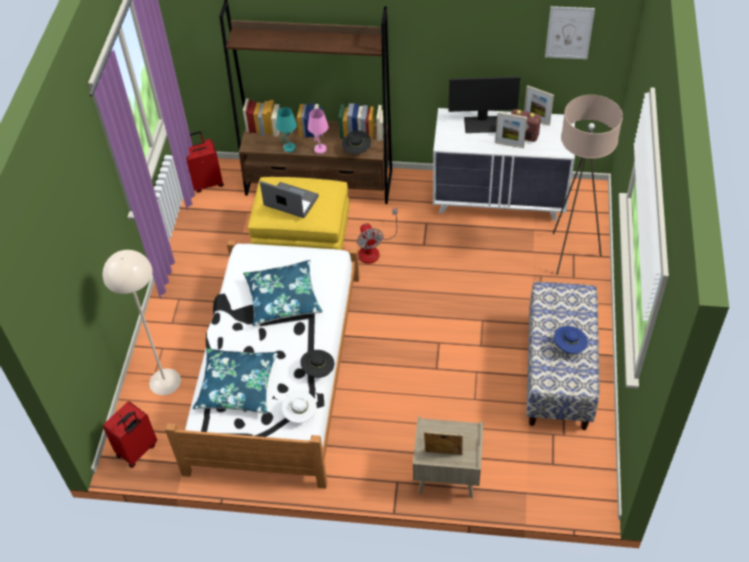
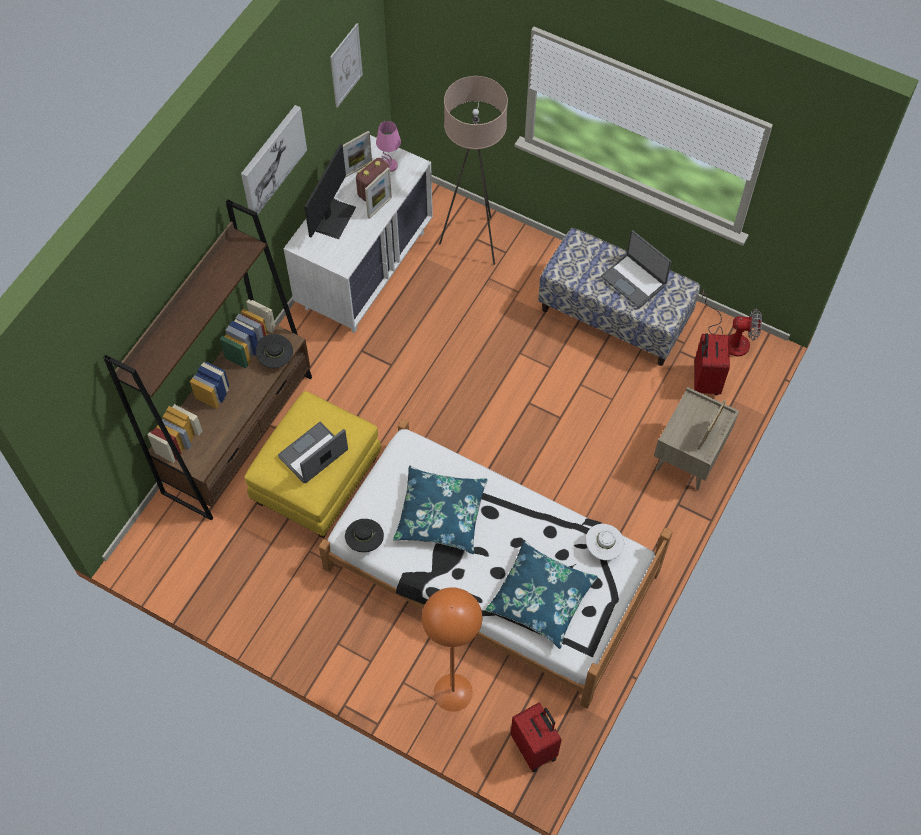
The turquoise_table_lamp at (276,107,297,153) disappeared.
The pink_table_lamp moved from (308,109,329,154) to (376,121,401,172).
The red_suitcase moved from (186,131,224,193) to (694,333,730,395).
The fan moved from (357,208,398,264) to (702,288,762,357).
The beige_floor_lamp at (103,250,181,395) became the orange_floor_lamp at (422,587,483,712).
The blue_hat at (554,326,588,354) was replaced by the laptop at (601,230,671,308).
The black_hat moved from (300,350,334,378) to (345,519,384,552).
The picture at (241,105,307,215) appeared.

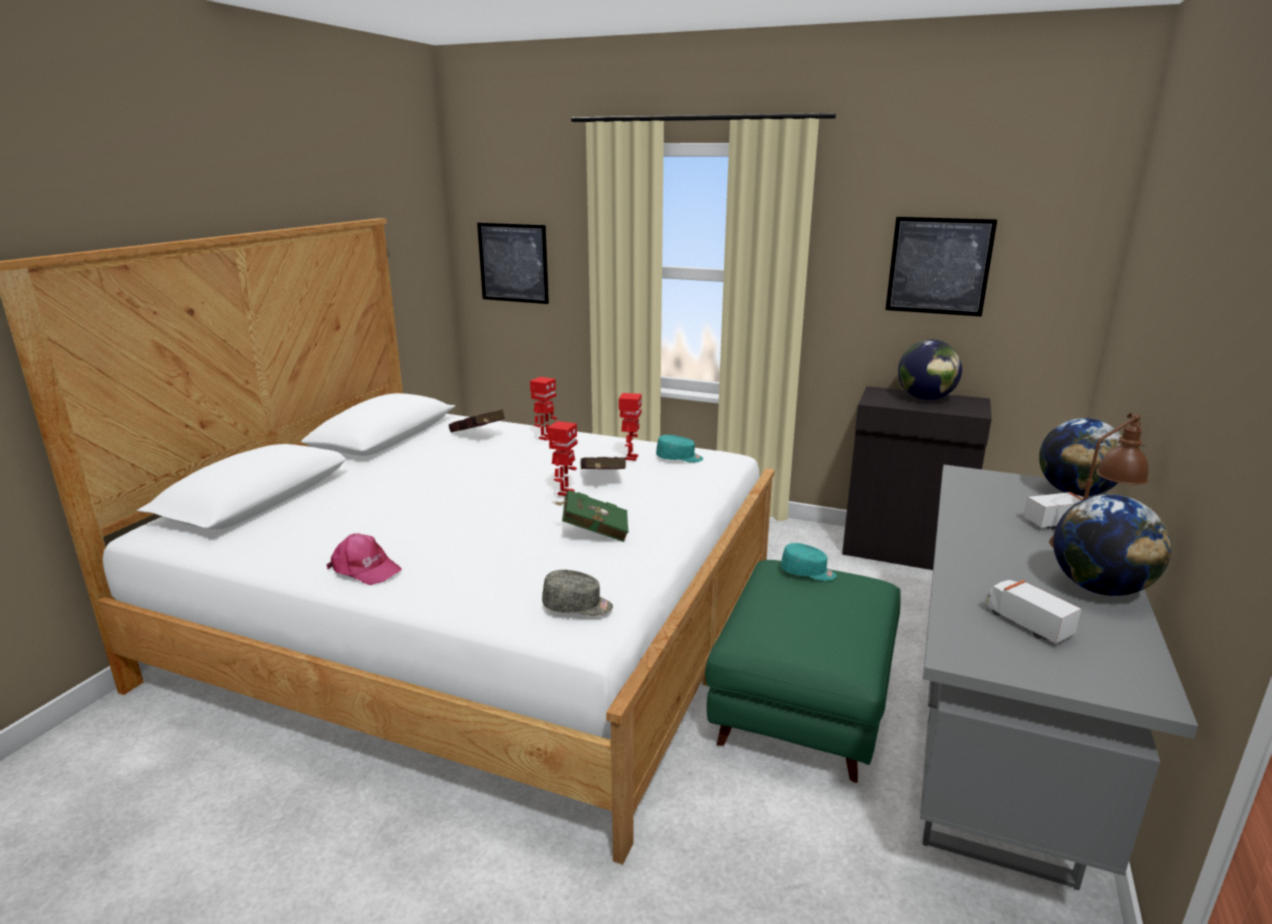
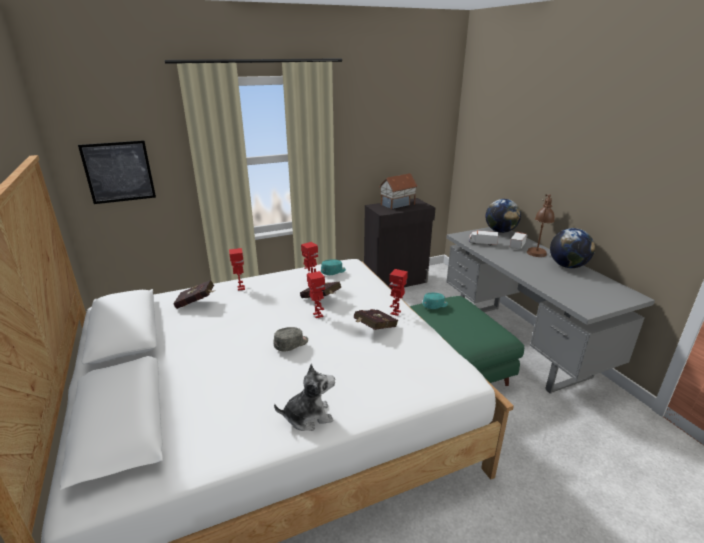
The picture at (886,217,997,316) disappeared.
The globe at (898,340,962,400) was replaced by the toy_house at (379,173,418,209).
The green_book at (553,490,629,542) became the red_book at (354,309,398,330).
The pink_cap at (326,533,402,585) was replaced by the plush_toy at (274,363,335,431).
The grey_cap moved from (542,570,613,616) to (274,327,308,352).
The toy_truck moved from (984,580,1082,644) to (469,230,498,246).
The toy_robot at (389,269,408,316) appeared.

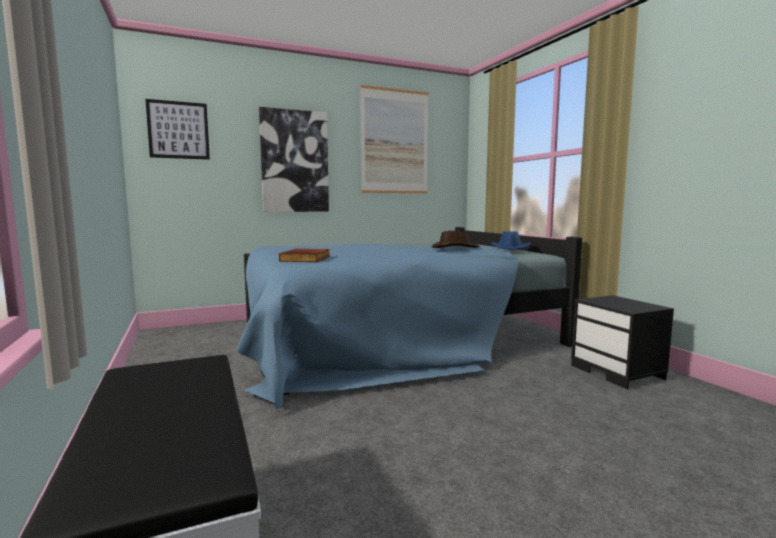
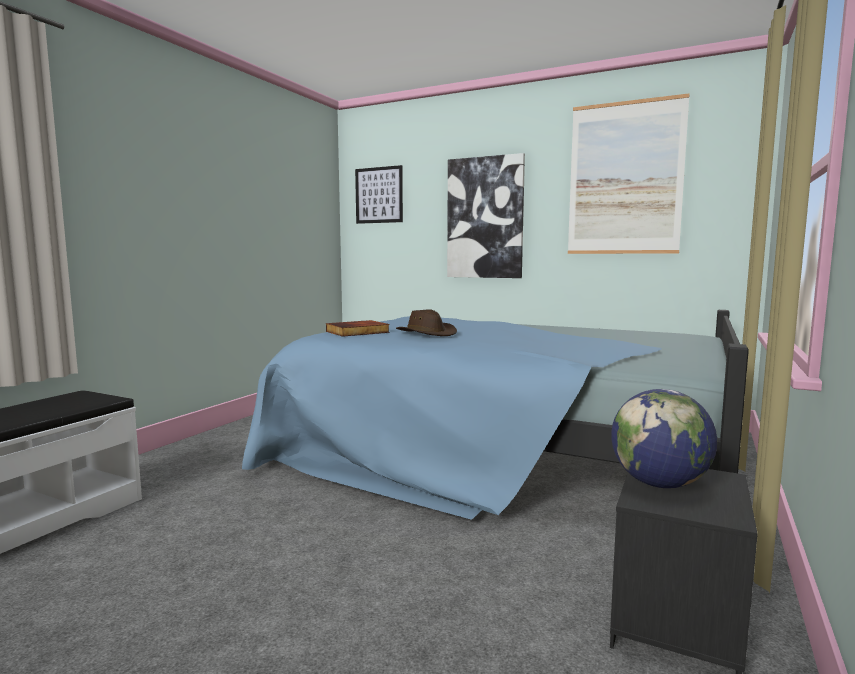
The brown_hat moved from (432,231,480,248) to (396,309,457,336).
The blue_hat at (490,231,530,250) disappeared.
The globe at (612,389,717,488) appeared.

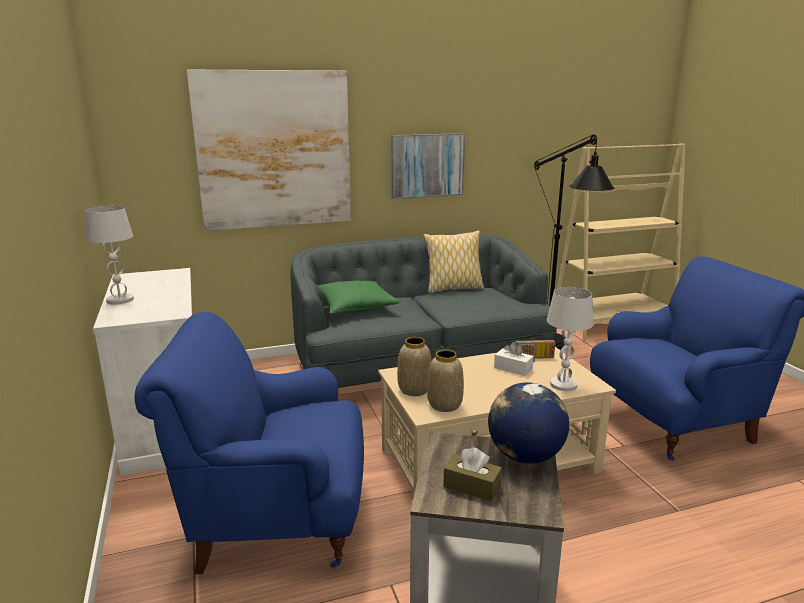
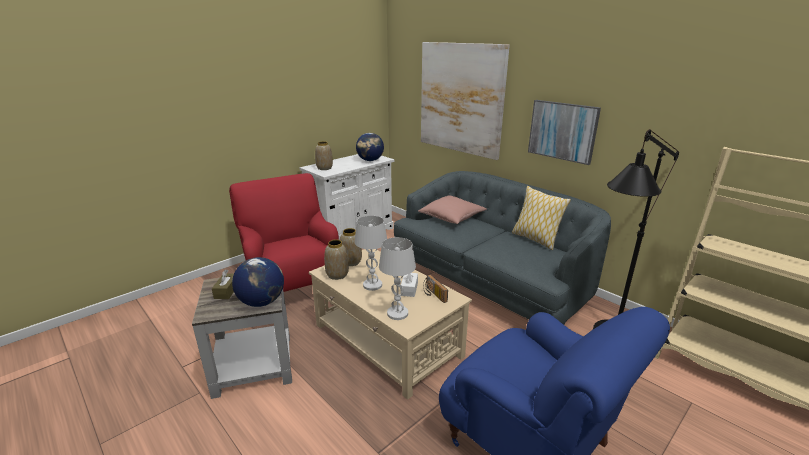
The white_table_lamp moved from (86,205,134,305) to (354,216,387,291).
The green_pillow at (318,281,400,315) became the pink_pillow at (418,195,487,224).
The blue_armchair at (135,312,364,574) became the red_armchair at (229,173,339,292).
The globe at (356,133,384,161) appeared.
The vase at (315,141,333,170) appeared.

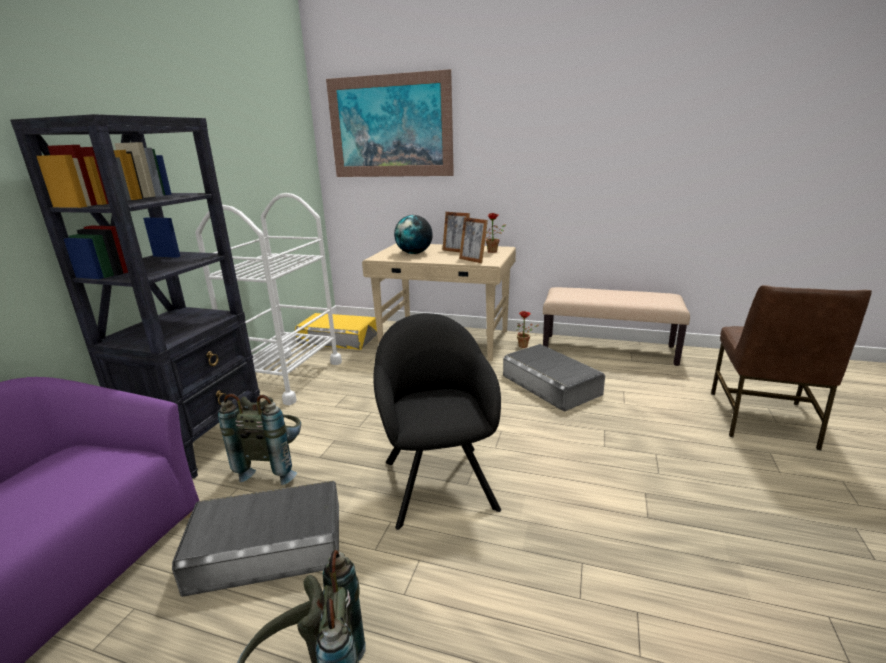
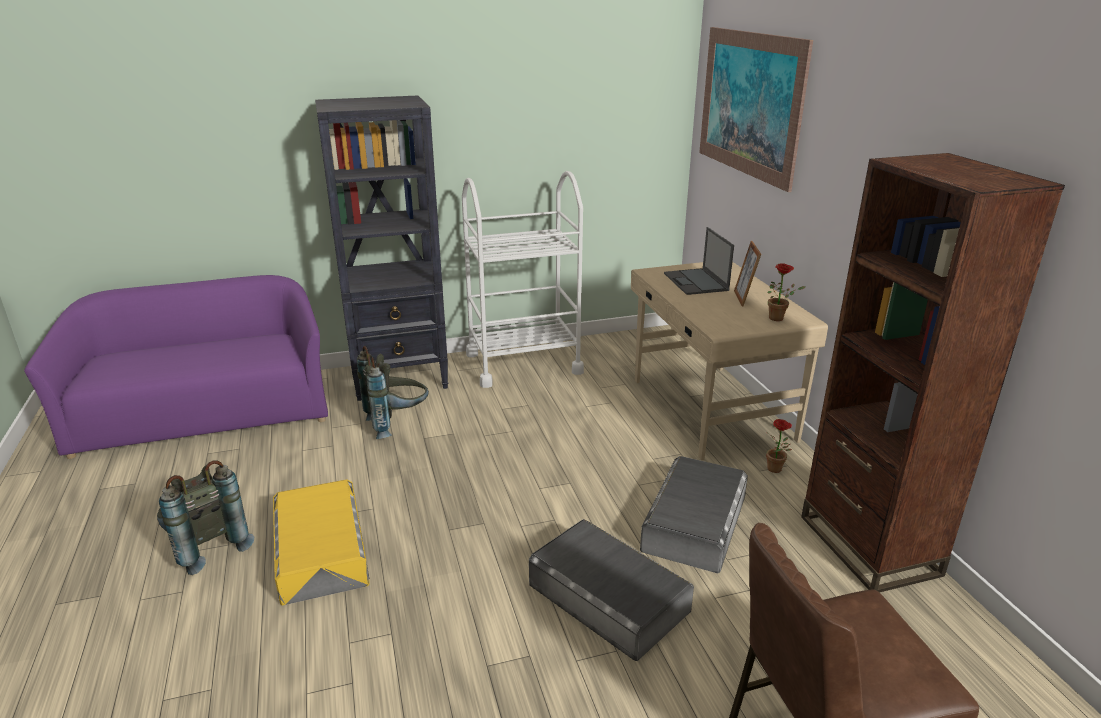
The globe at (394,215,433,254) was replaced by the laptop at (664,227,734,295).
The picture_frame at (459,217,488,263) disappeared.
The beige_bench at (543,287,690,366) was replaced by the brown_bookcase at (801,153,1065,593).
The yellow_storage_box moved from (295,313,377,350) to (273,480,370,606).
The black_armchair at (373,313,501,530) disappeared.
The grey_storage_box moved from (172,481,339,597) to (529,519,694,661).

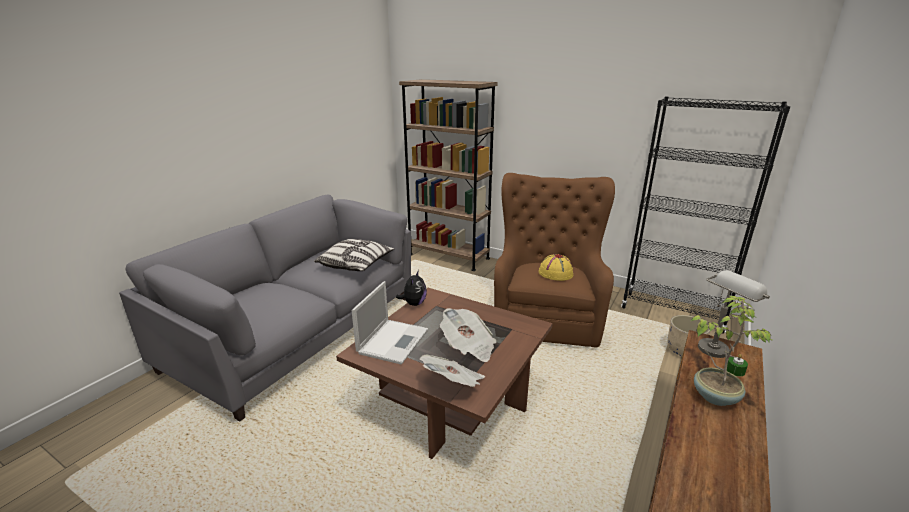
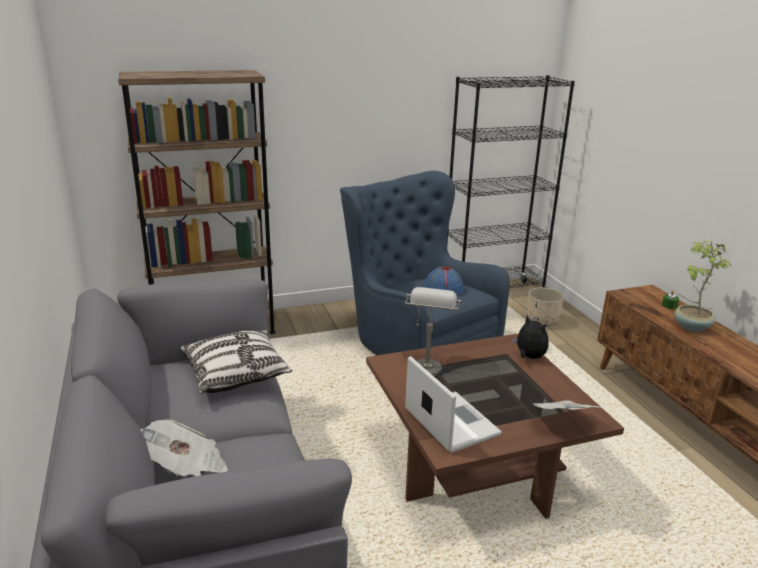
The brown_armchair at (494,173,615,348) became the blue_armchair at (340,171,510,355).
The yellow_hat at (538,254,573,281) became the blue_hat at (424,267,463,295).
The plush_toy moved from (396,270,427,306) to (511,314,548,359).
The grey_table_lamp moved from (698,270,770,358) to (405,287,461,377).
The newspaper moved from (440,308,497,362) to (140,419,228,476).

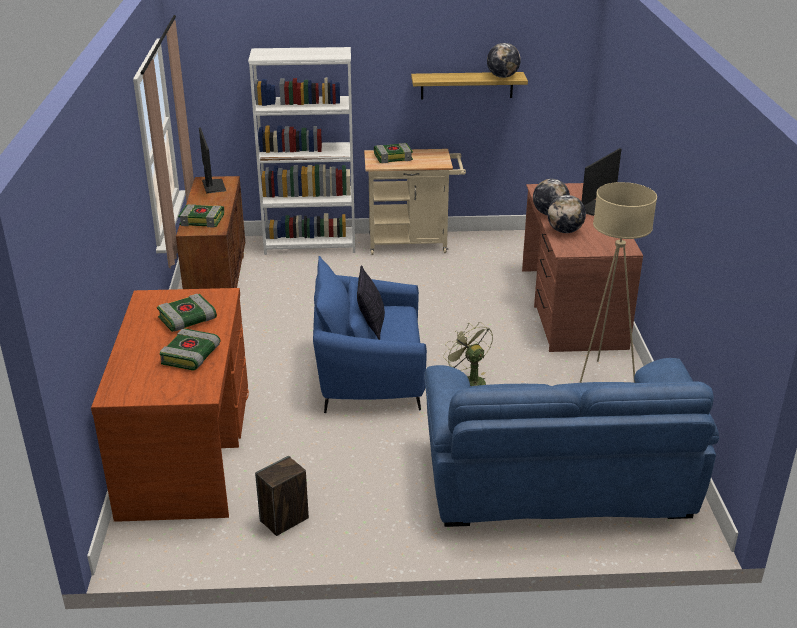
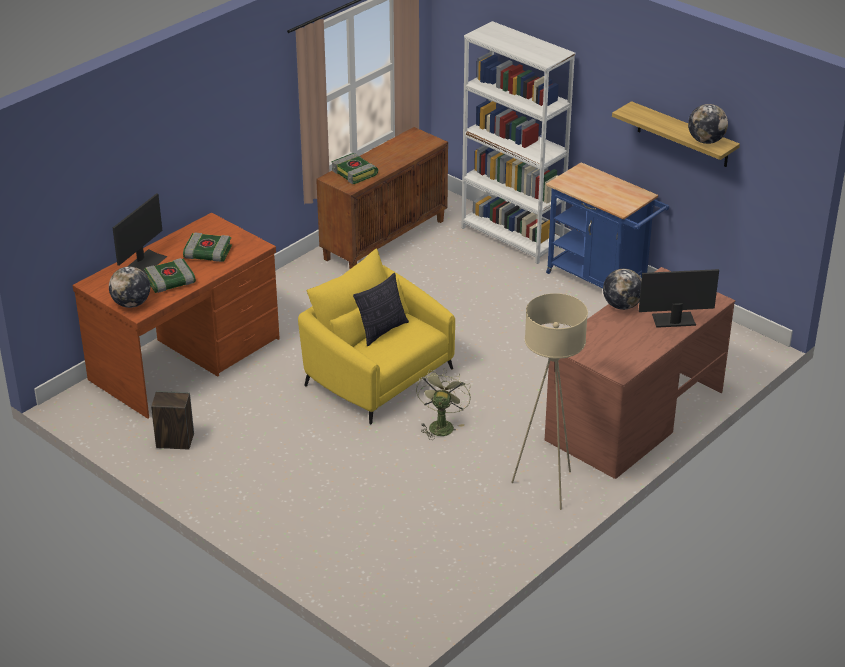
The monitor moved from (199,127,226,194) to (113,193,168,274).
The book at (374,143,413,163) disappeared.
The beige_cart at (364,149,466,255) became the blue_cart at (546,162,669,288).
The globe moved from (547,195,586,233) to (109,266,150,308).
The blue_armchair at (313,256,427,413) became the yellow_armchair at (298,248,455,425).
The blue_sofa at (424,358,719,527) disappeared.

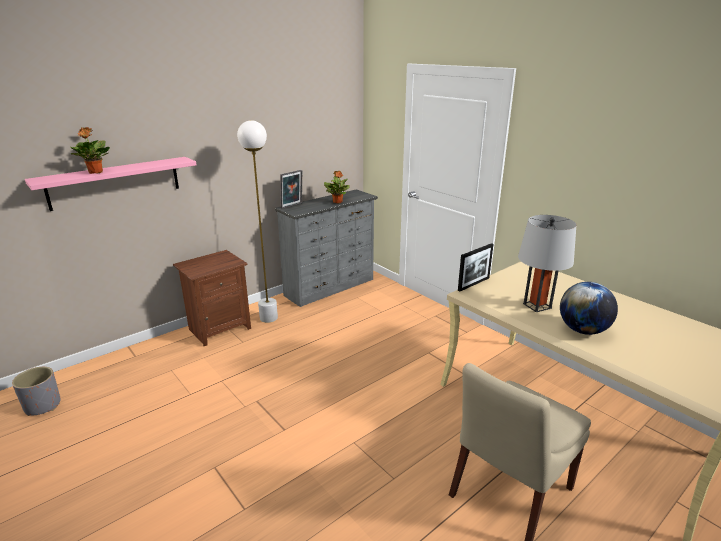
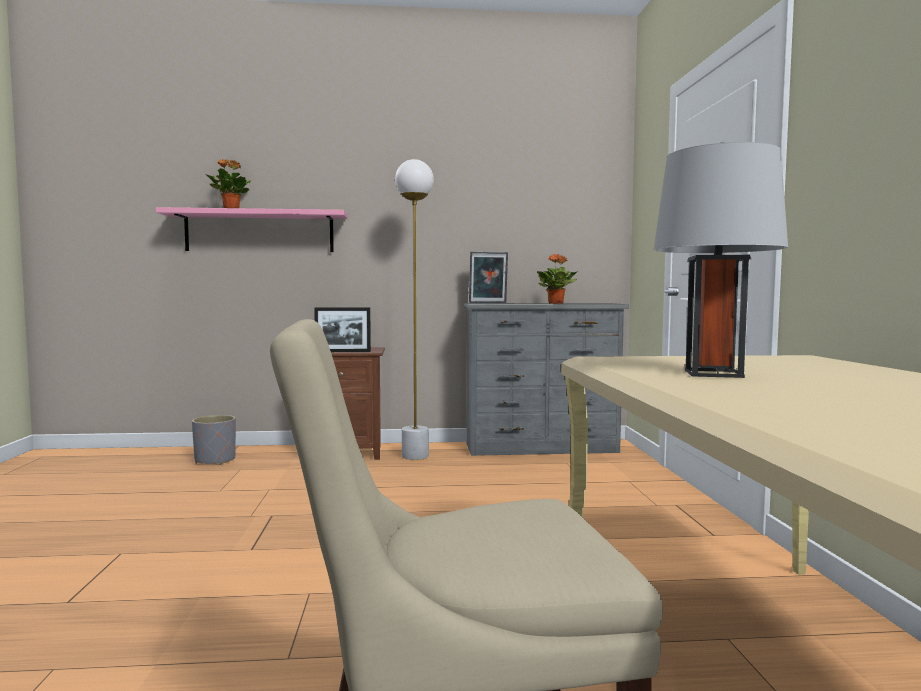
The picture_frame moved from (458,243,493,292) to (314,307,371,352).
The globe at (560,282,618,335) disappeared.
The grey_planter moved from (12,367,61,416) to (192,415,236,465).

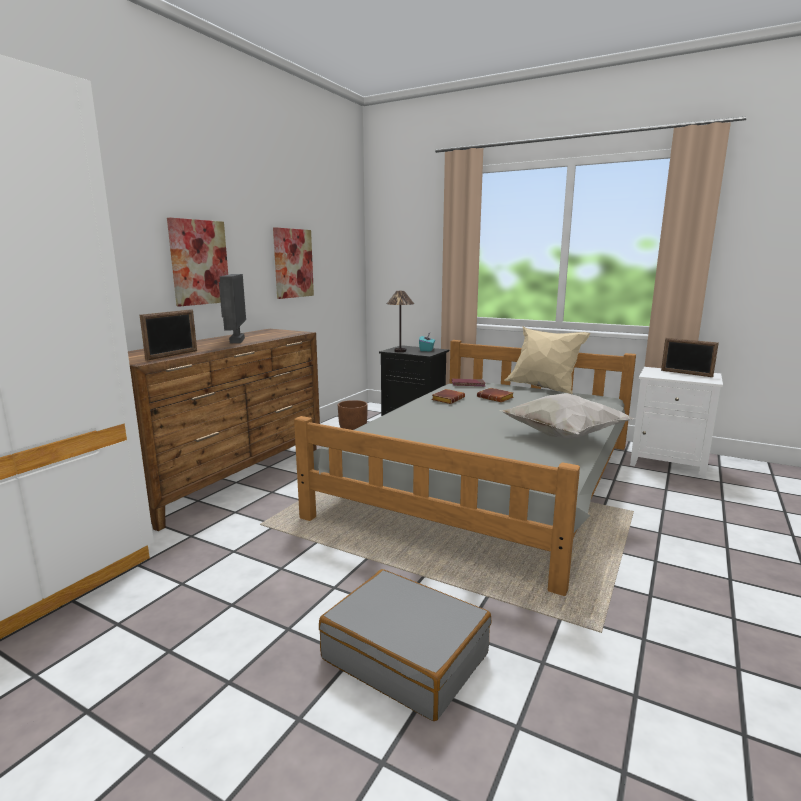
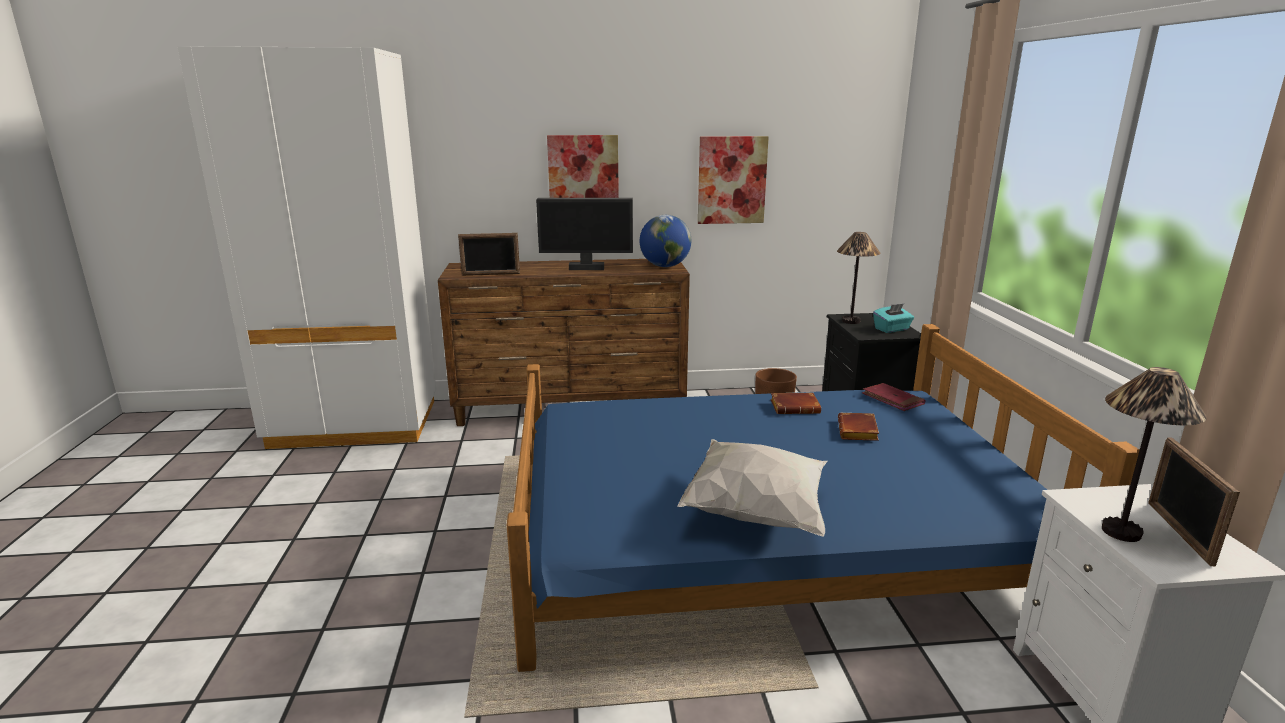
The monitor at (219,274,246,343) turned 45 degrees clockwise.
The beige_pillow at (504,327,590,394) disappeared.
The grey_bed at (294,340,636,596) became the blue_bed at (507,324,1140,672).
The grey_suitcase at (319,569,491,721) disappeared.
The globe at (640,215,691,267) appeared.
The table_lamp at (1102,367,1207,542) appeared.

